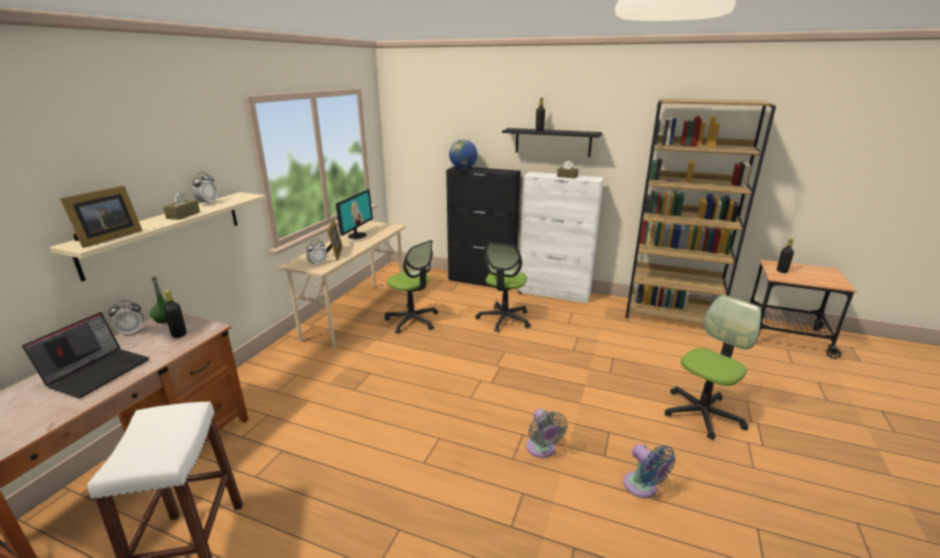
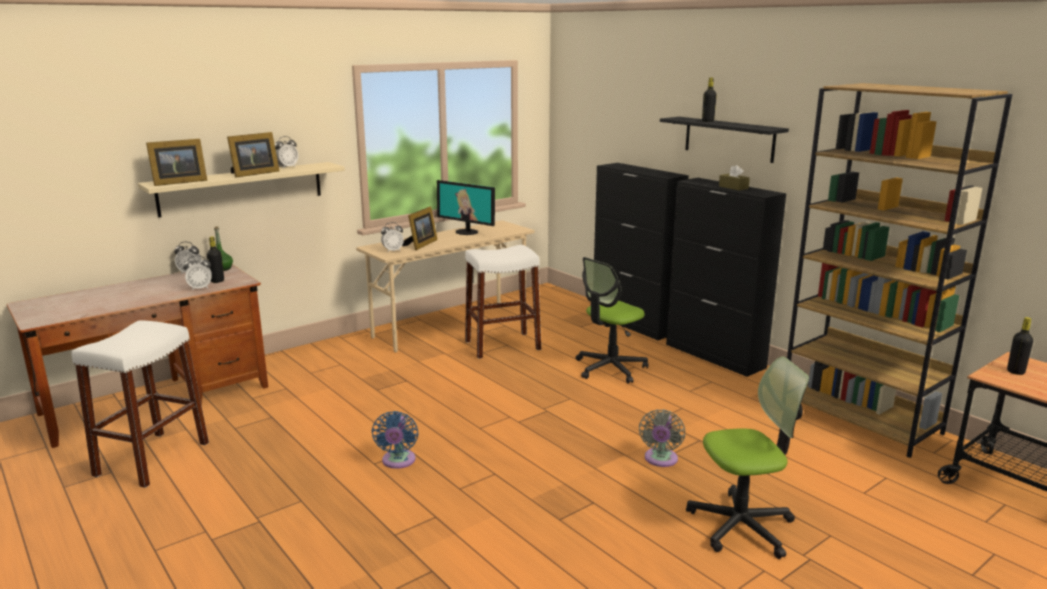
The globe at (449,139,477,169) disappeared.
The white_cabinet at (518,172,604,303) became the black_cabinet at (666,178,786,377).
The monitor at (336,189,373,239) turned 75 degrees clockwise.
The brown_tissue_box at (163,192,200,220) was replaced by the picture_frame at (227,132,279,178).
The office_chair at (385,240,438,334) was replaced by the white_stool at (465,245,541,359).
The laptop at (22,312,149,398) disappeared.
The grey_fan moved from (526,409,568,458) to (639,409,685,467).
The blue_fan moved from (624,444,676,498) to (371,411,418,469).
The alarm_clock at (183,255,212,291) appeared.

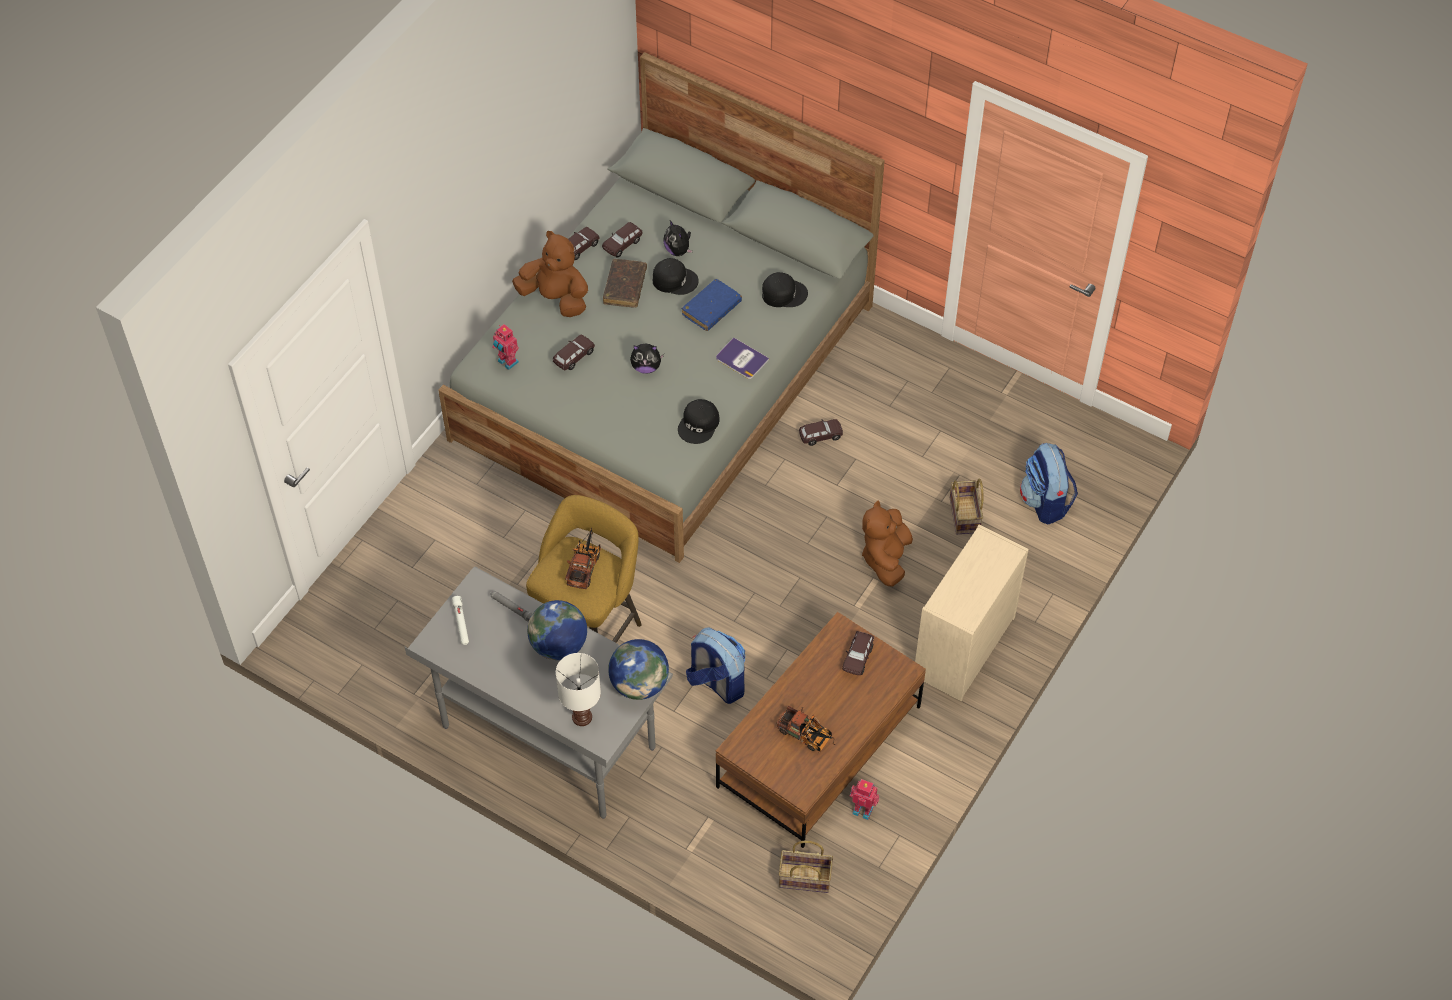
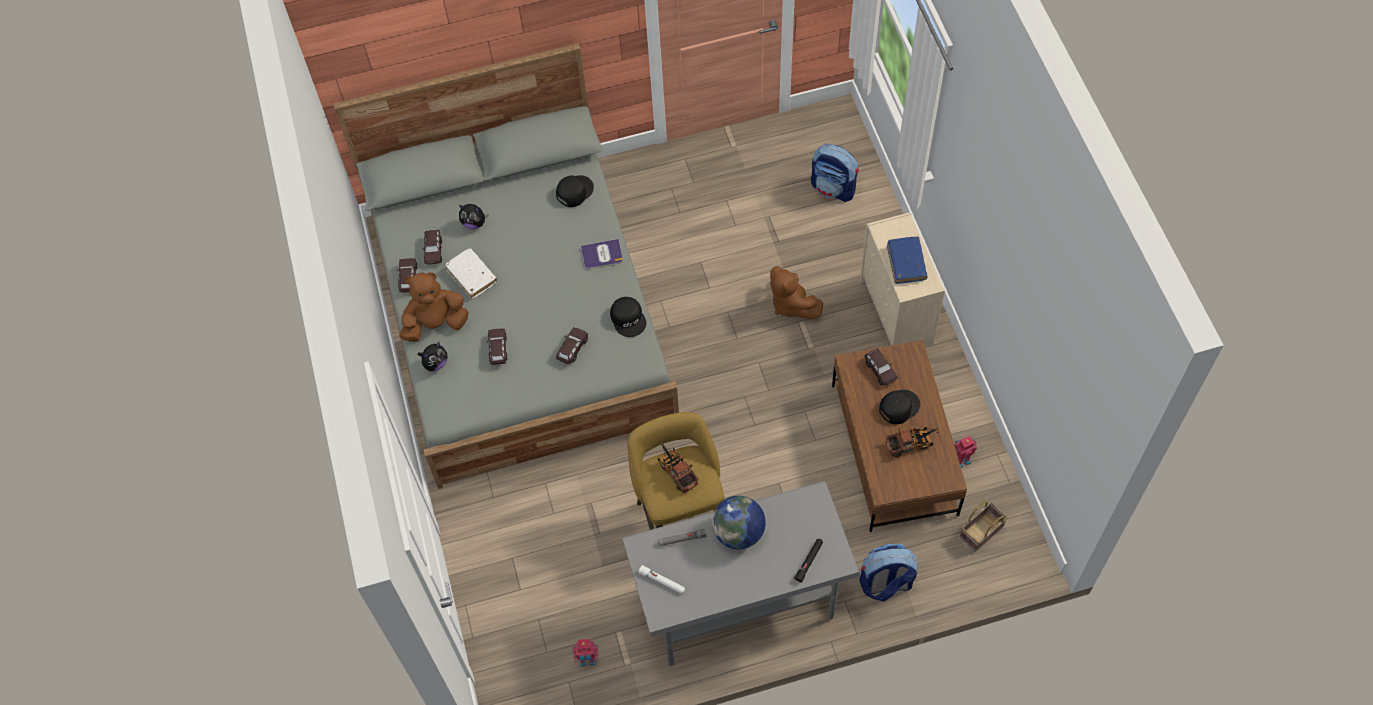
The black_cap moved from (653,258,699,295) to (879,390,920,424).
The brown_book at (603,259,647,307) became the white_book at (445,248,497,299).
The blue_book moved from (682,279,742,331) to (887,237,928,284).
The toy_robot moved from (492,324,519,370) to (572,639,598,666).
The plush_toy moved from (630,344,664,374) to (418,342,447,371).
The brown_toy_car moved from (799,419,843,446) to (556,327,588,364).
The basket at (950,479,984,534) disappeared.
The backpack moved from (686,627,745,704) to (859,544,917,601).
The globe at (608,639,669,700) disappeared.
The white_table_lamp at (556,653,601,726) was replaced by the black_flashlight at (794,539,823,583).

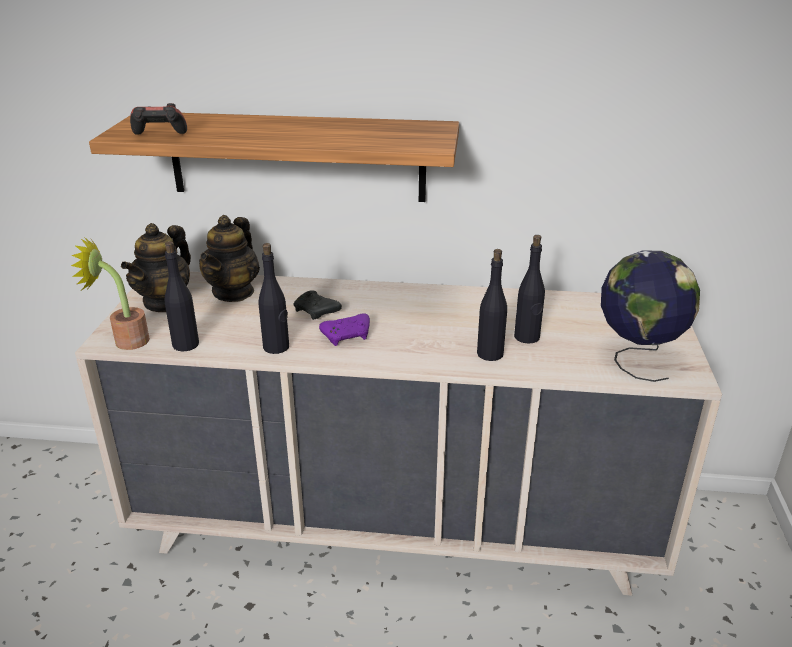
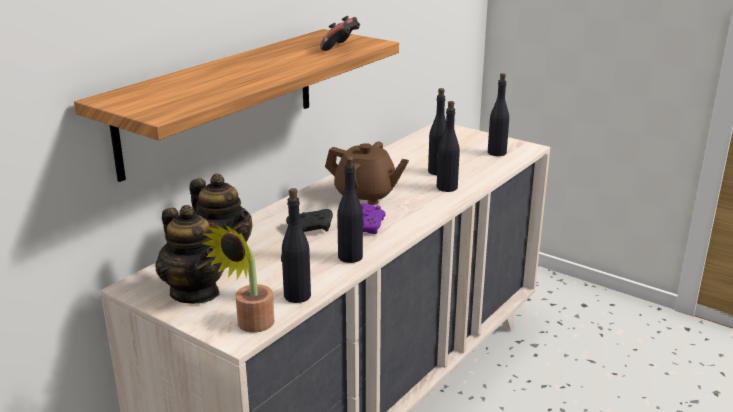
The game_controller moved from (130,103,187,135) to (320,16,360,51).
The globe at (601,250,700,382) was replaced by the black_bottle at (488,73,509,156).
The brown_teapot at (325,141,409,205) appeared.

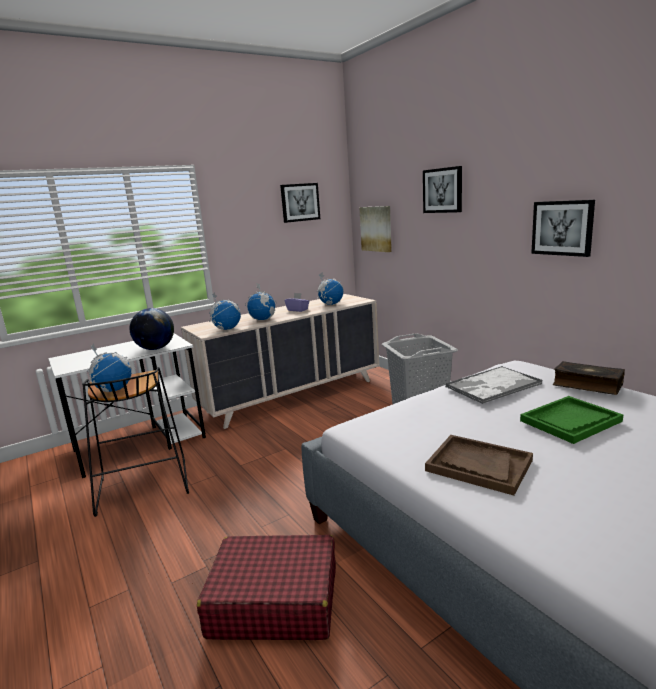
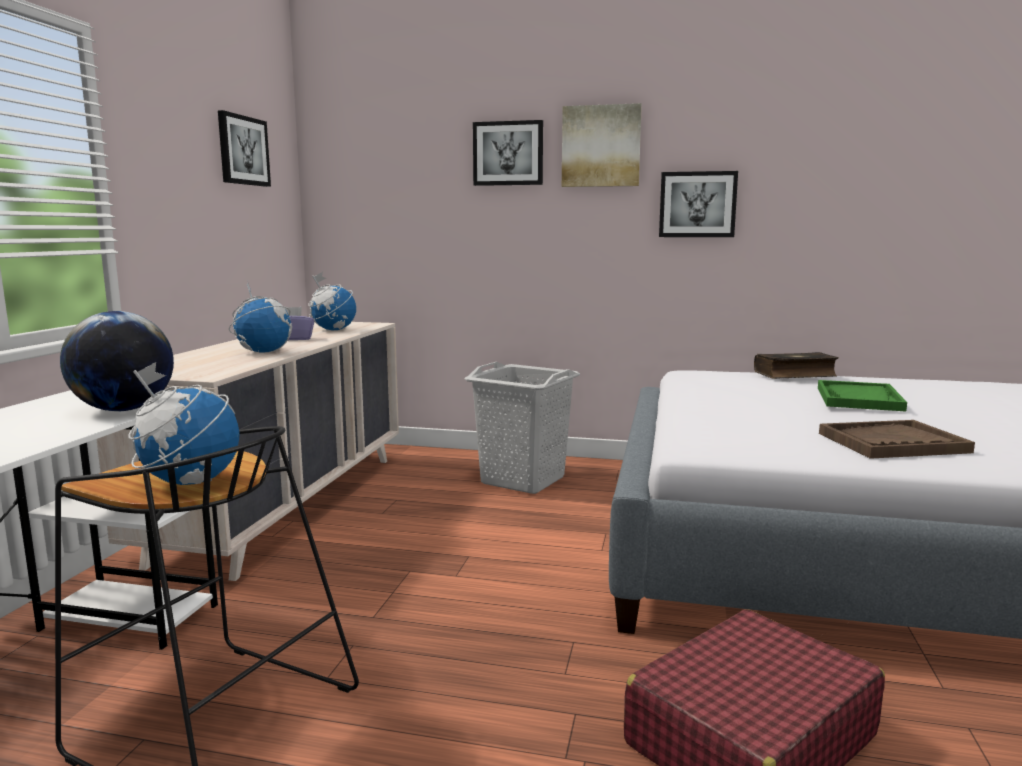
The picture moved from (359,206,392,252) to (562,103,642,187).
The globe at (209,292,241,330) disappeared.
The tray at (445,366,543,404) disappeared.

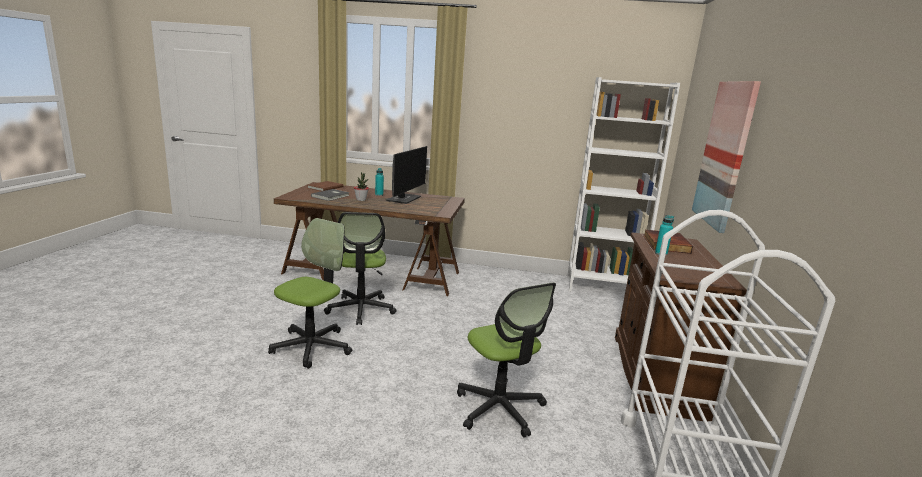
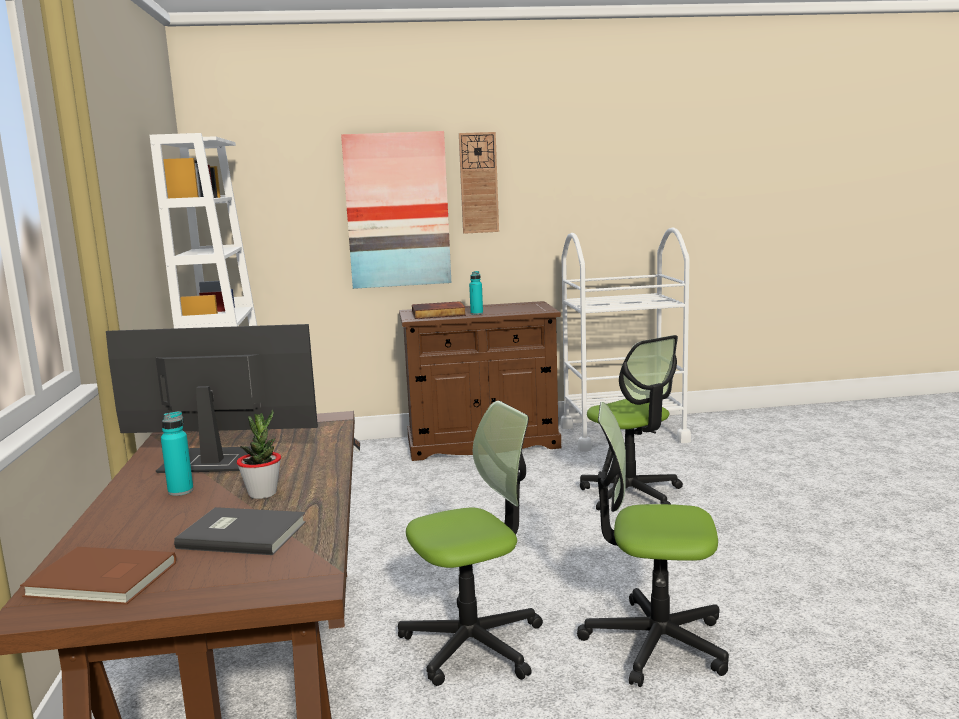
The office_chair at (457,283,556,438) turned 105 degrees clockwise.
The wall_clock at (459,132,499,234) appeared.

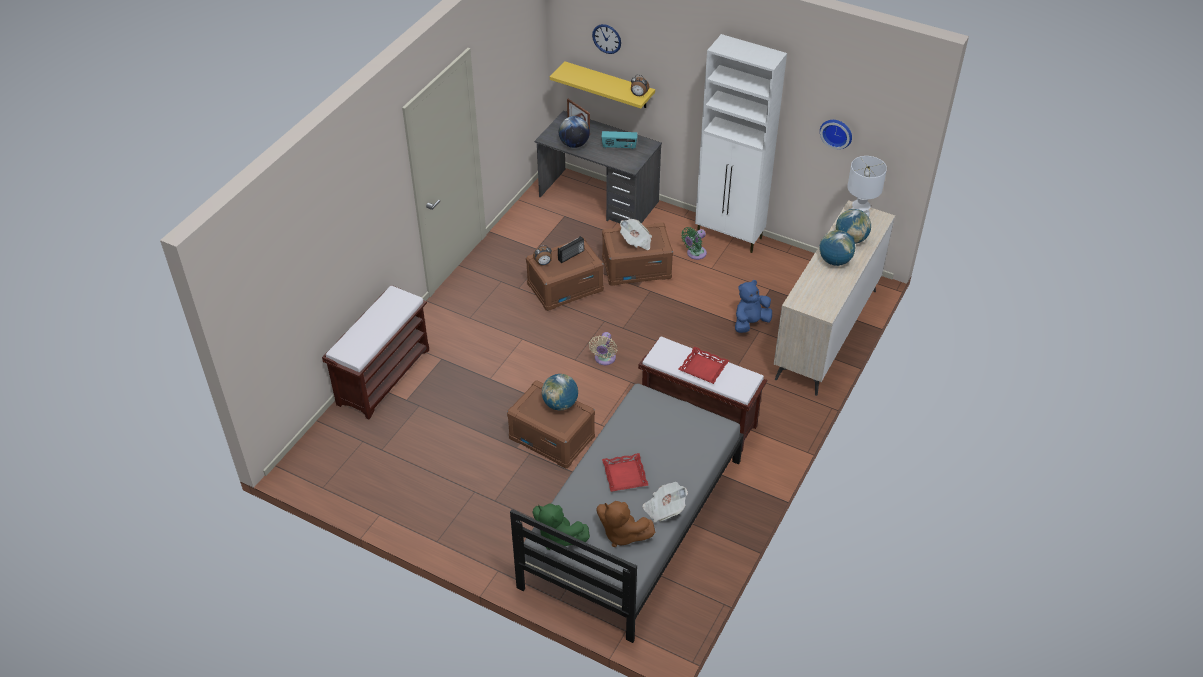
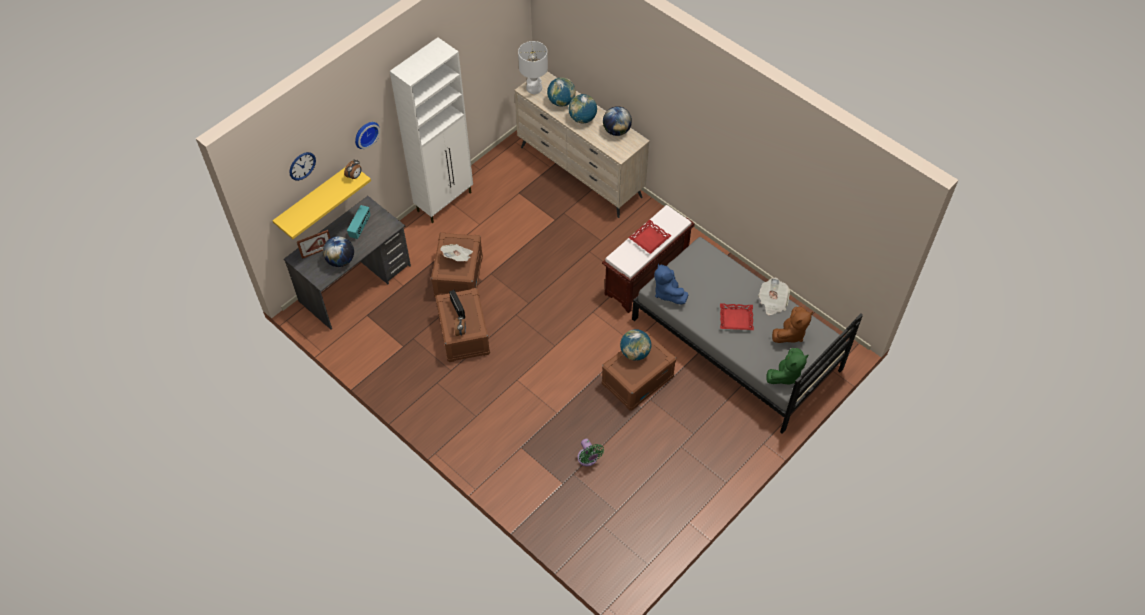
The wall_clock moved from (820,120,852,149) to (355,122,380,149).
The green_fan moved from (681,227,707,260) to (577,439,604,467).
The blue_plush_toy moved from (735,280,772,333) to (654,263,688,305).
The brown_bench at (322,285,429,420) disappeared.
The beige_fan at (589,332,617,365) disappeared.
The globe at (603,106,632,136) appeared.

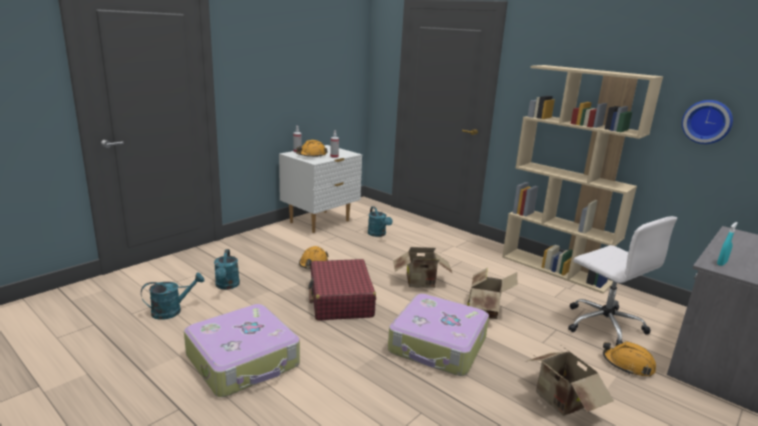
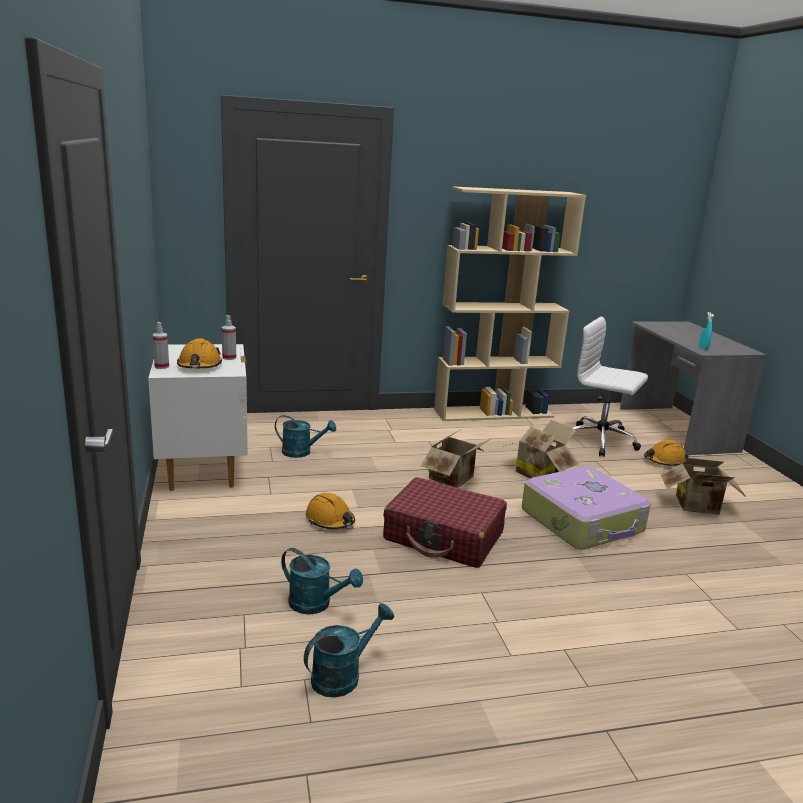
The wall_clock at (682,100,733,144) disappeared.
The white_office_chair at (568,216,677,346) turned 150 degrees counterclockwise.
The turquoise_watering_can at (141,273,204,320) turned 45 degrees clockwise.
The suitcase at (184,304,300,397) disappeared.

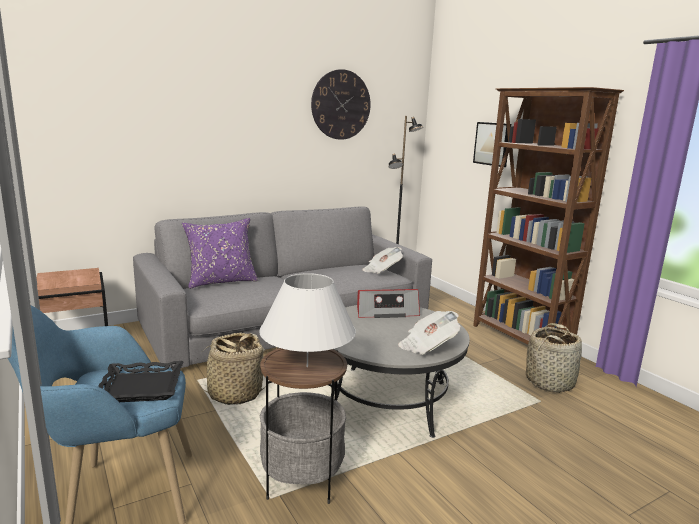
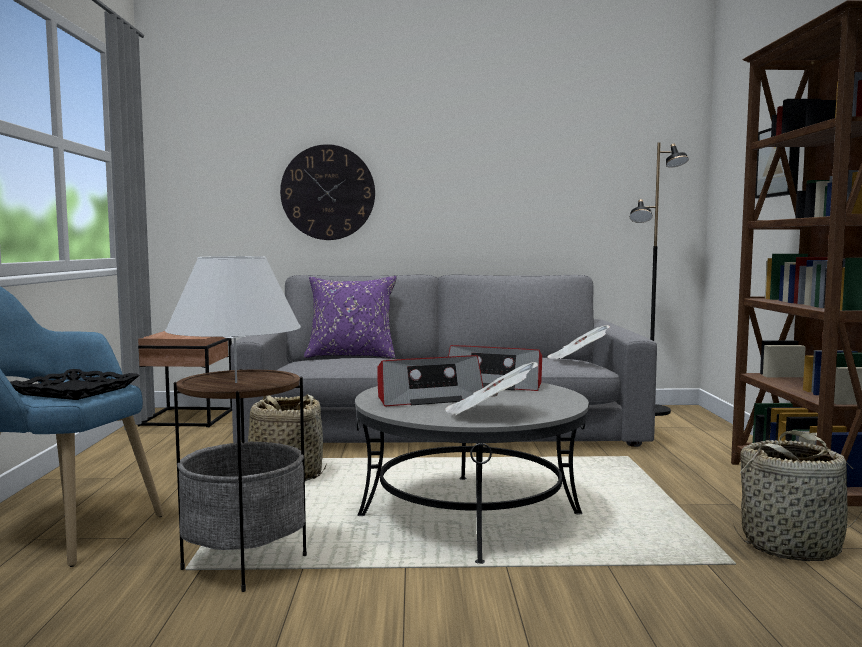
The wall_clock moved from (311,69,371,140) to (280,144,375,240).
The radio at (377,355,484,406) appeared.

